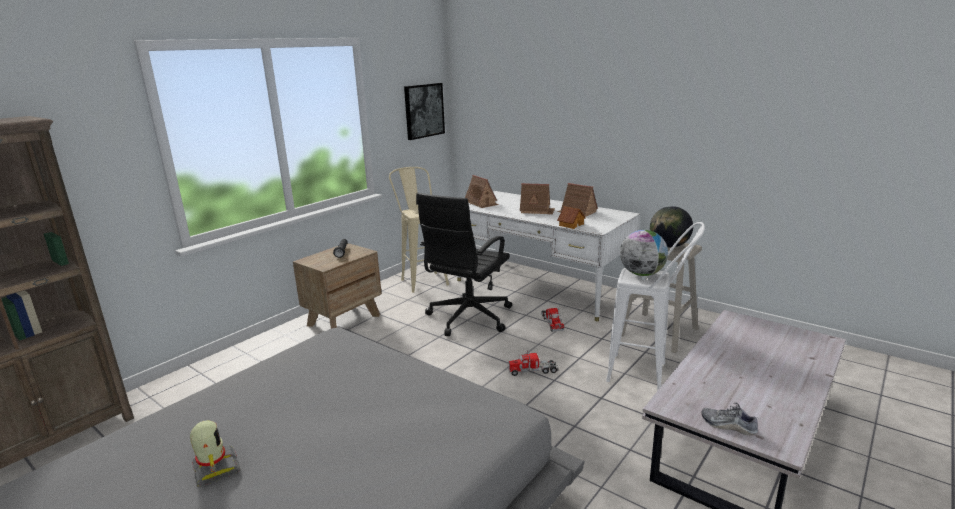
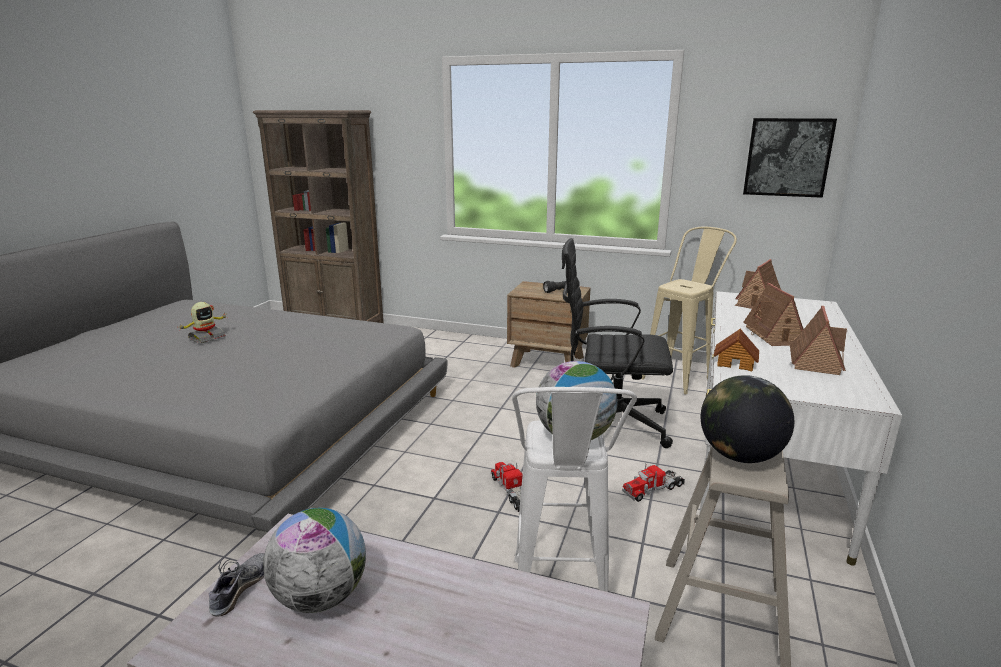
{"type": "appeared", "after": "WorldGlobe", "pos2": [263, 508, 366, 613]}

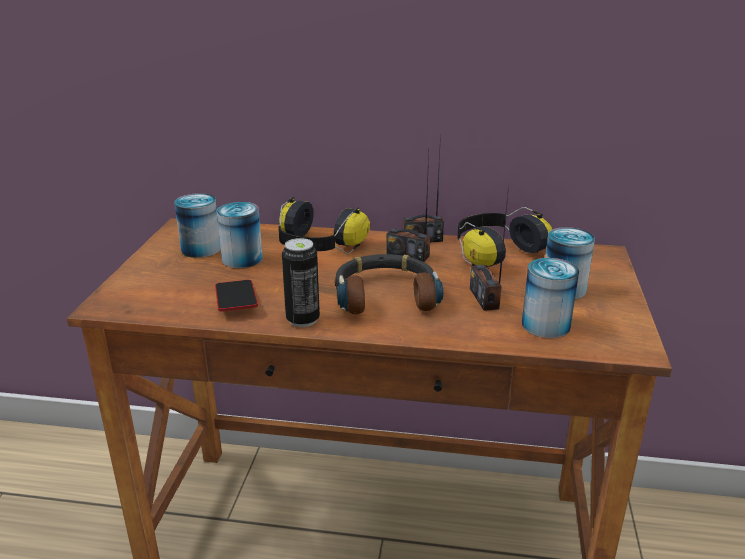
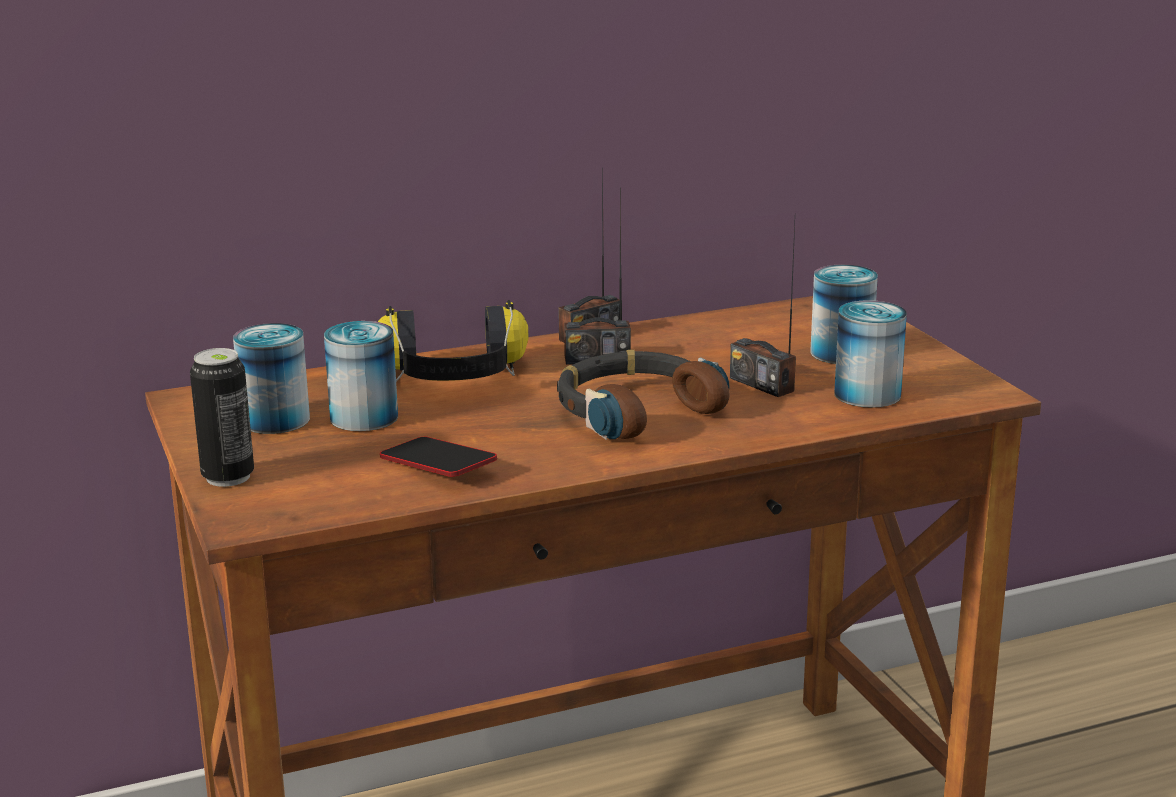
{"type": "missing", "before": "Headphones", "pos1": [457, 207, 552, 267]}
{"type": "relocated", "before": "Can", "pos1": [282, 238, 320, 327], "pos2": [190, 348, 254, 487]}

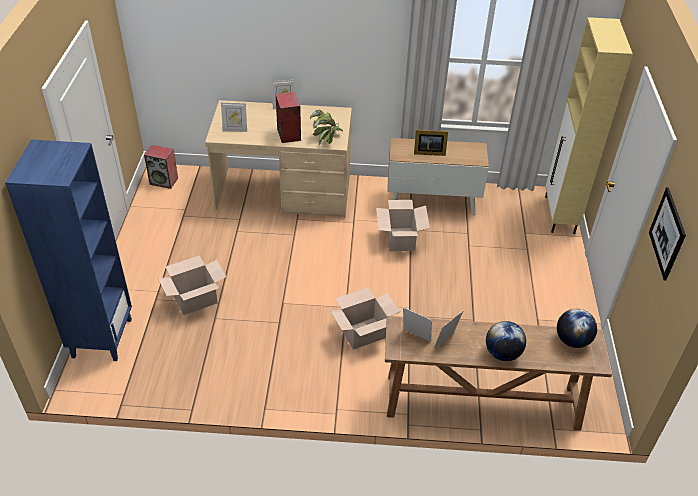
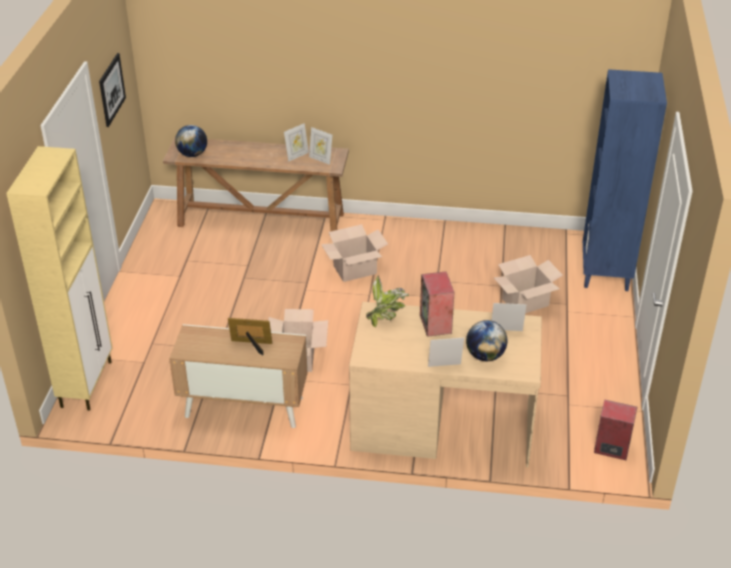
{"type": "relocated", "before": "WorldGlobe", "pos1": [486, 321, 526, 361], "pos2": [466, 320, 507, 361]}

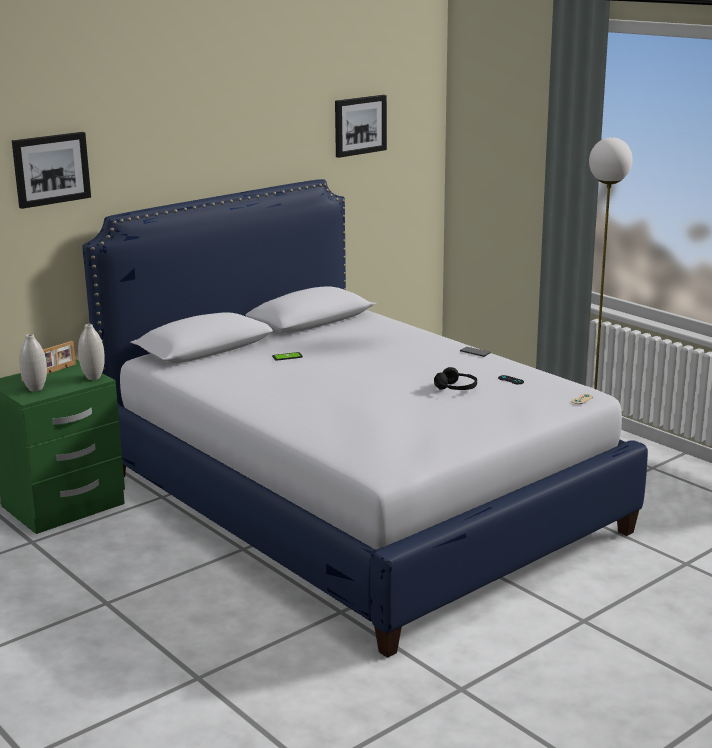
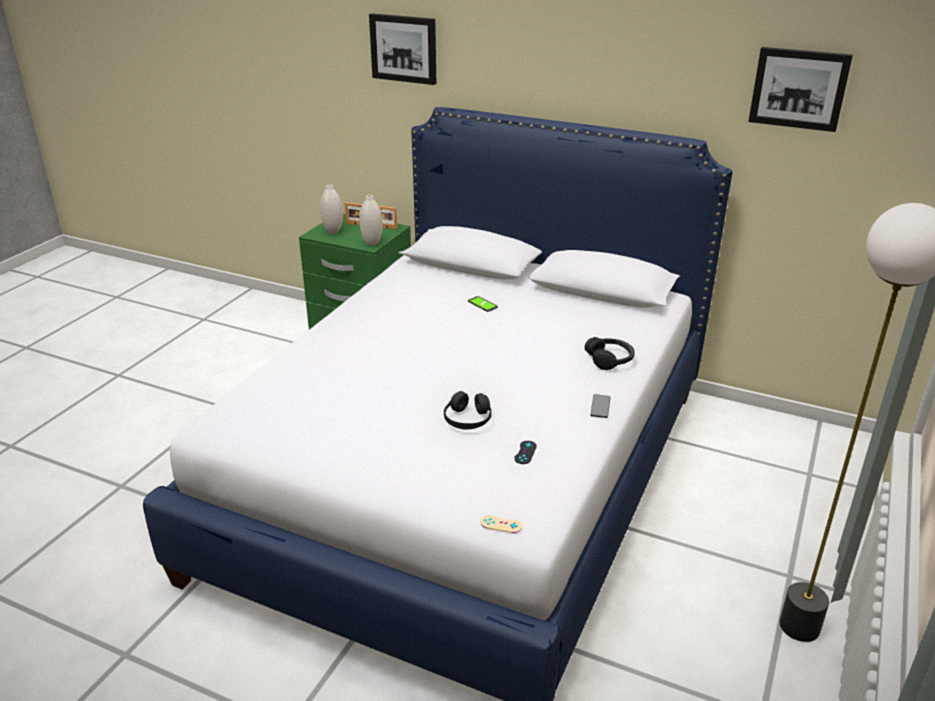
{"type": "appeared", "after": "BlackHeadphones", "pos2": [585, 337, 635, 370]}

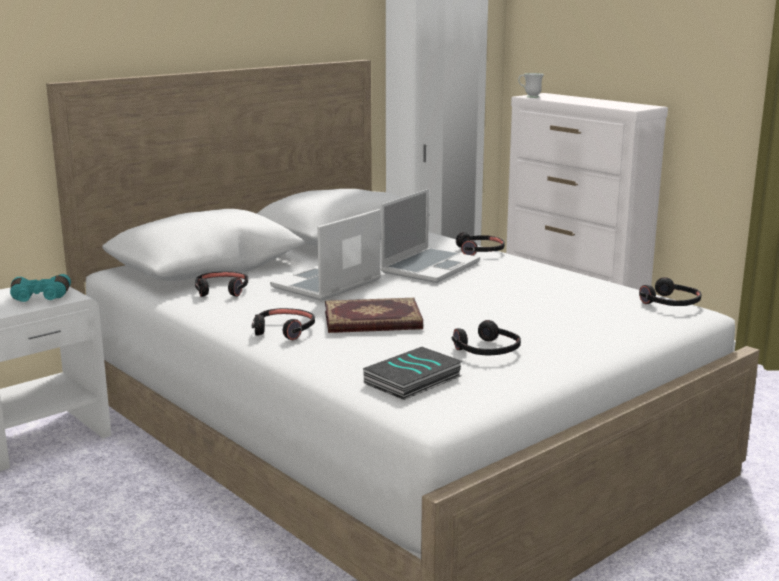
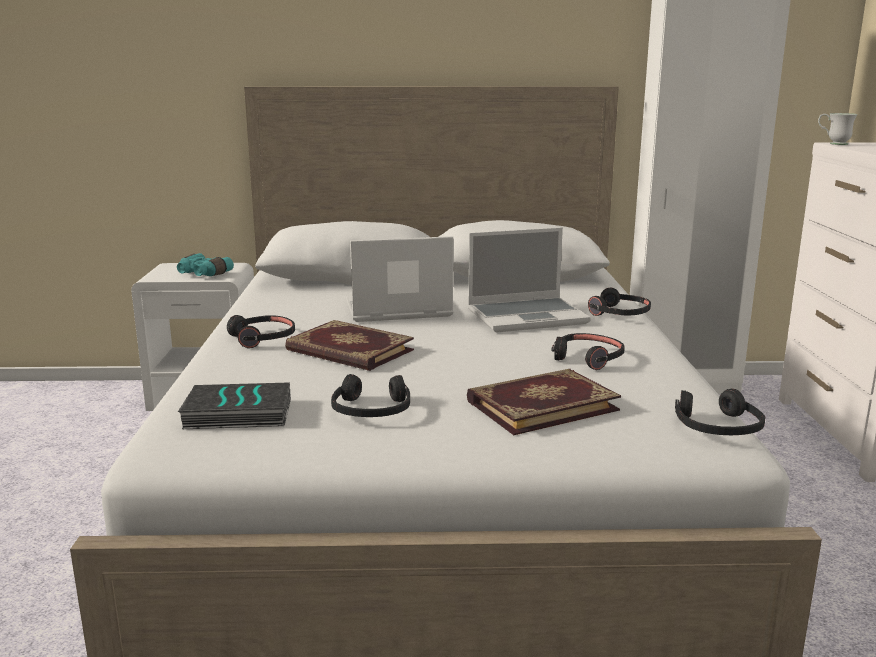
{"type": "relocated", "before": "BlackHeadphones", "pos1": [195, 272, 248, 297], "pos2": [551, 333, 625, 370]}
{"type": "appeared", "after": "BoundBook", "pos2": [467, 369, 621, 435]}

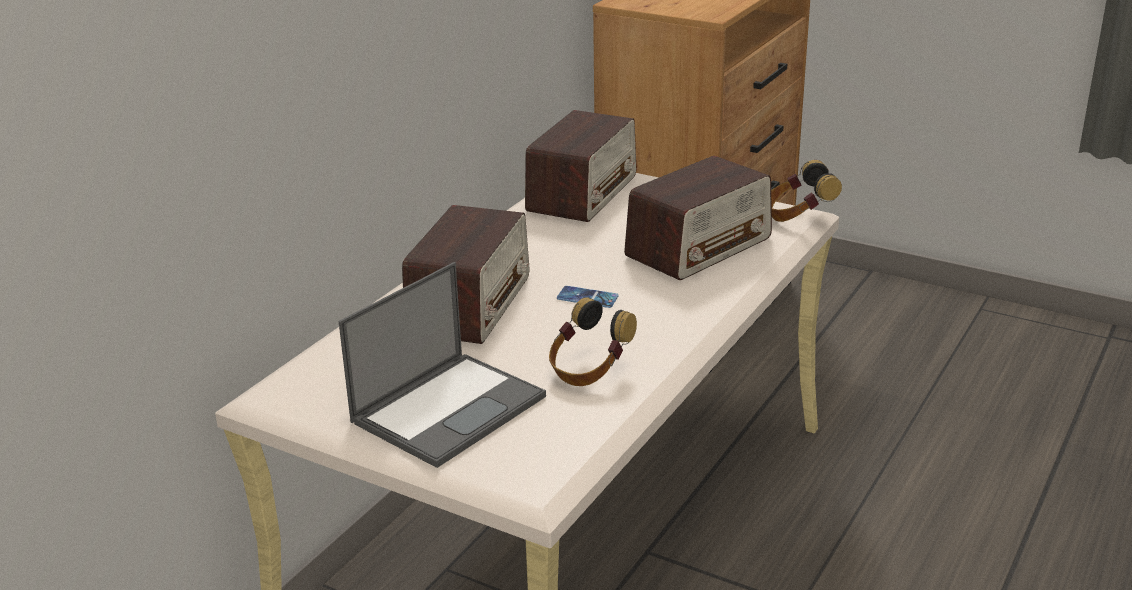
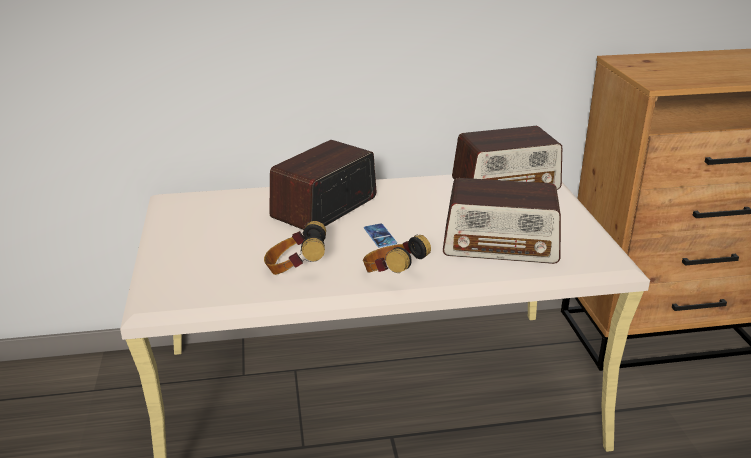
{"type": "relocated", "before": "Headphones", "pos1": [771, 160, 842, 222], "pos2": [363, 234, 431, 273]}
{"type": "spun", "before": "Radio", "pos1": [402, 205, 530, 344], "pos2": [269, 140, 376, 230], "turn": 150}
{"type": "missing", "before": "PortableComputer", "pos1": [339, 262, 546, 468]}

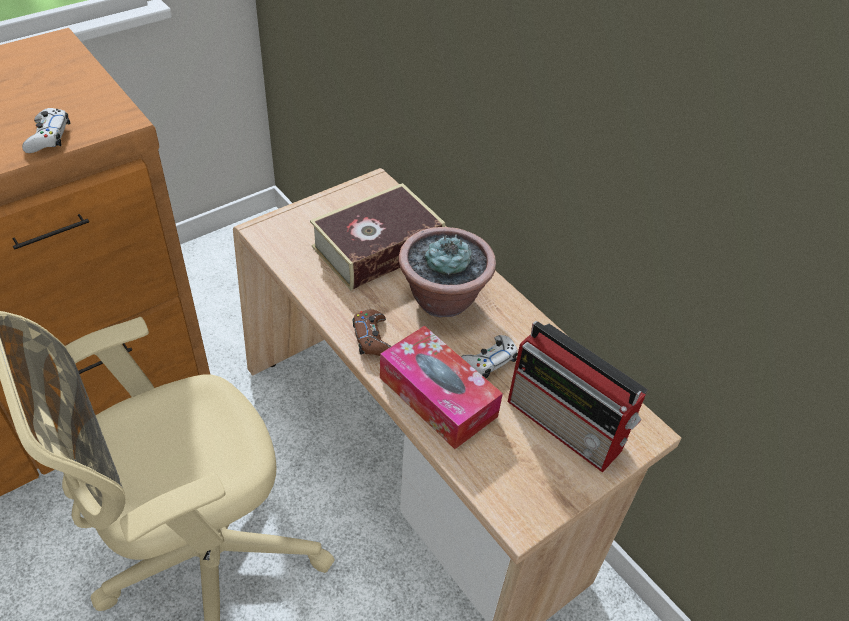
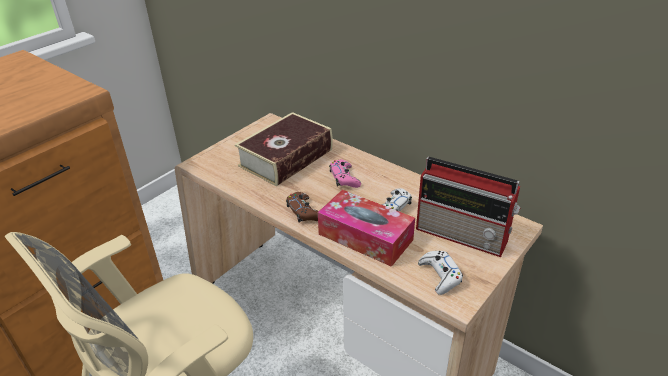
{"type": "relocated", "before": "WhiteGameController", "pos1": [22, 108, 70, 153], "pos2": [418, 251, 463, 295]}
{"type": "exchanged", "before": "PlantInAPot", "after": "PinkGameController", "pos1": [399, 227, 496, 318], "pos2": [329, 159, 361, 188]}

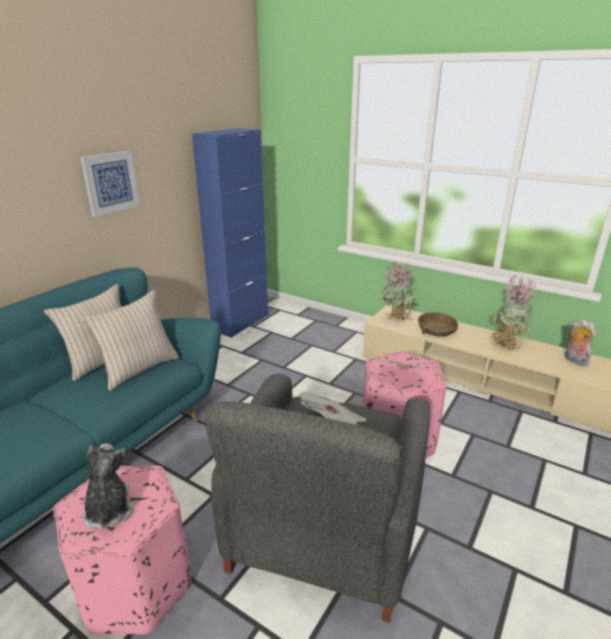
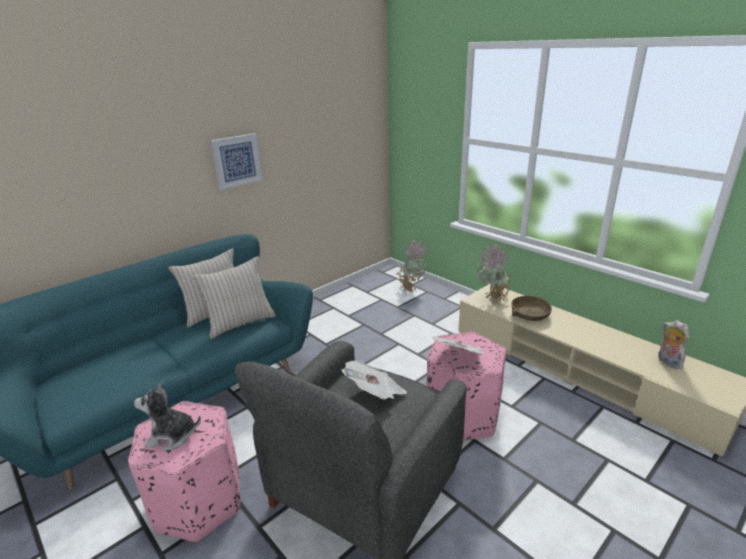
{"type": "missing", "before": "BluishStorageCabinet", "pos1": [192, 128, 268, 338]}
{"type": "relocated", "before": "PlantInAPot", "pos1": [490, 275, 538, 350], "pos2": [397, 239, 428, 292]}
{"type": "spun", "before": "CuddlyToy", "pos1": [83, 443, 135, 529], "pos2": [134, 381, 201, 451], "turn": -90}

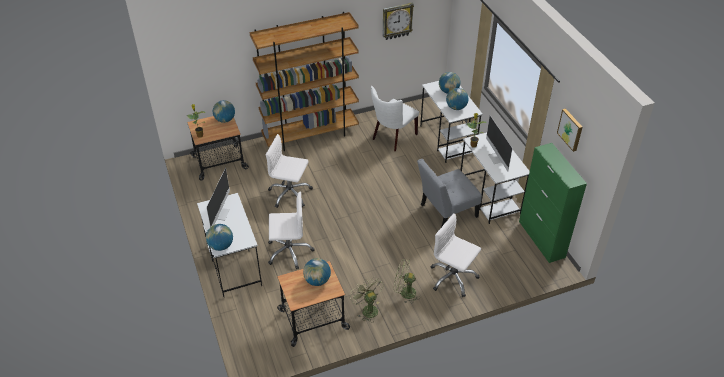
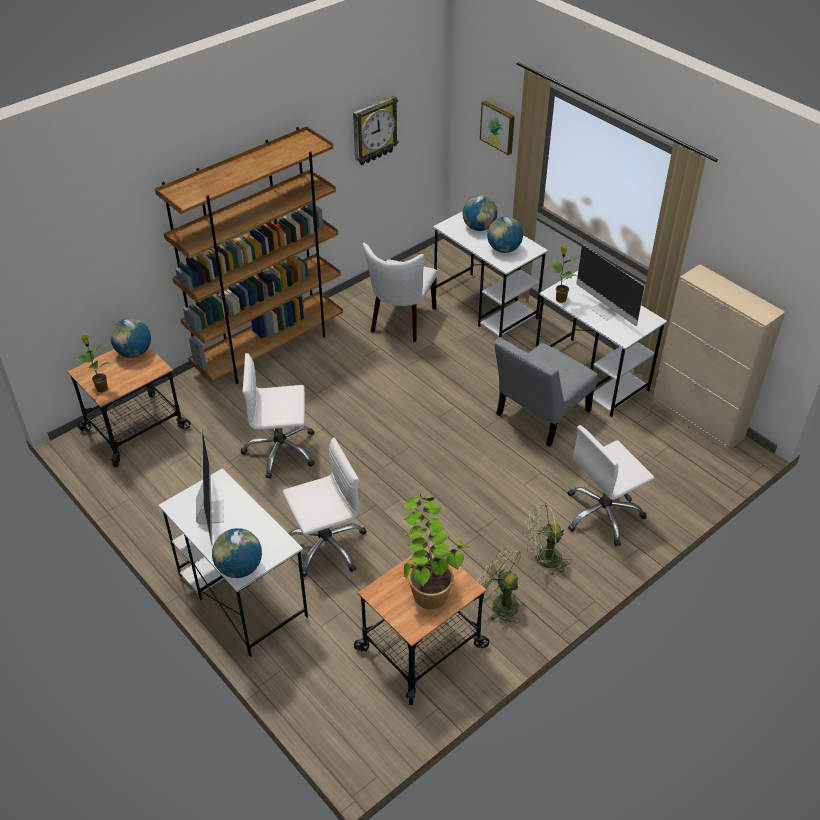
{"type": "relocated", "before": "WallArt", "pos1": [557, 109, 583, 152], "pos2": [480, 101, 515, 155]}
{"type": "colour", "before": "GreenishStorageCabinet", "after": "SandColouredStorageCabinet", "pos1": [519, 143, 587, 263], "pos2": [652, 264, 785, 452]}
{"type": "spun", "before": "WhiteComputerChair", "pos1": [431, 213, 481, 297], "pos2": [567, 425, 654, 546], "turn": -45}
{"type": "exchanged", "before": "WorldGlobe", "after": "PlantInAPot", "pos1": [303, 258, 331, 286], "pos2": [403, 495, 470, 609]}

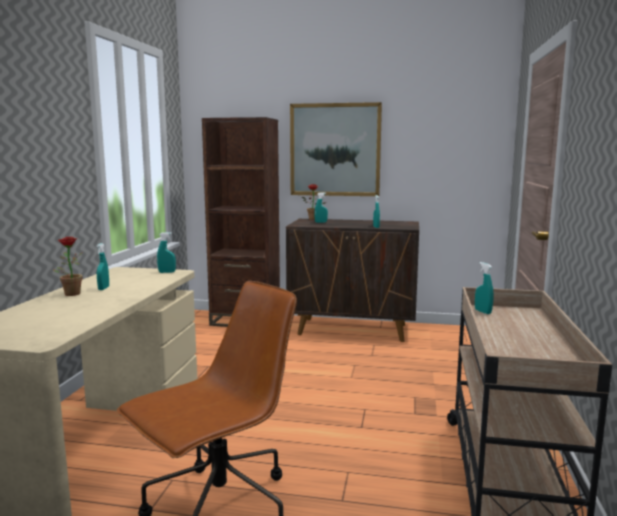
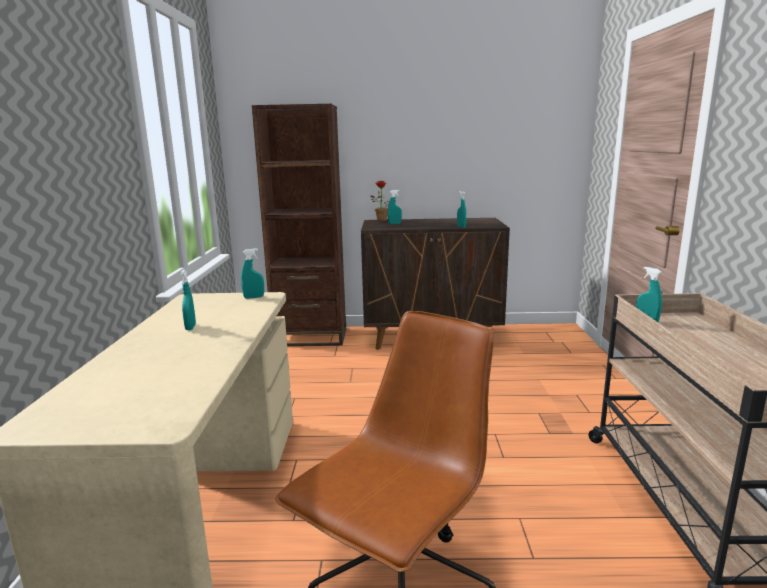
{"type": "missing", "before": "WallArt", "pos1": [290, 102, 382, 196]}
{"type": "missing", "before": "PlantInAPot", "pos1": [53, 237, 83, 296]}

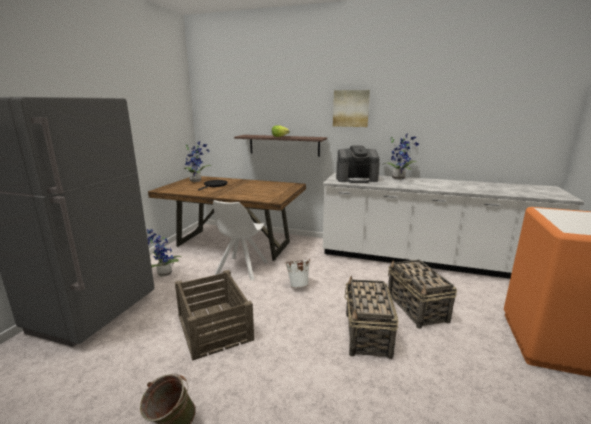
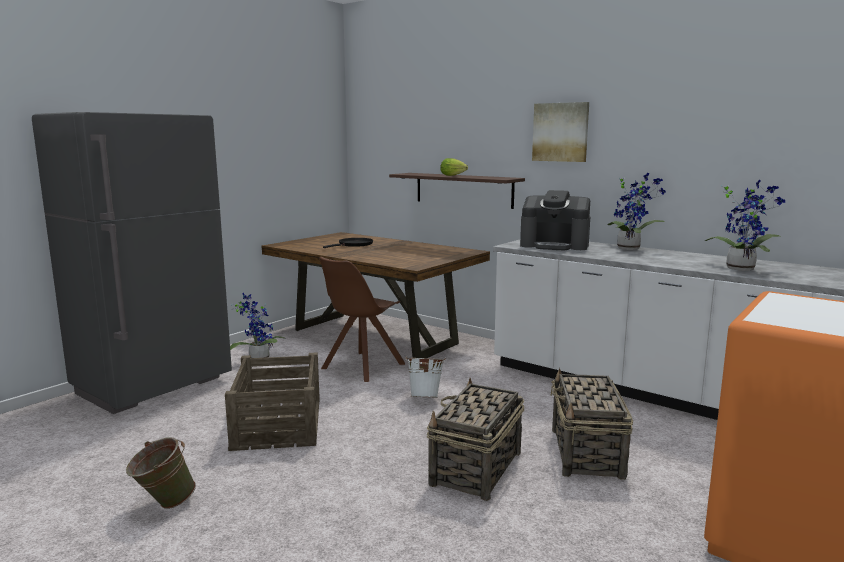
{"type": "relocated", "before": "PlantInAPot", "pos1": [184, 141, 212, 182], "pos2": [705, 179, 785, 271]}
{"type": "colour", "before": "WhiteChair", "after": "BrownColouredChair", "pos1": [213, 200, 268, 281], "pos2": [320, 257, 405, 382]}

